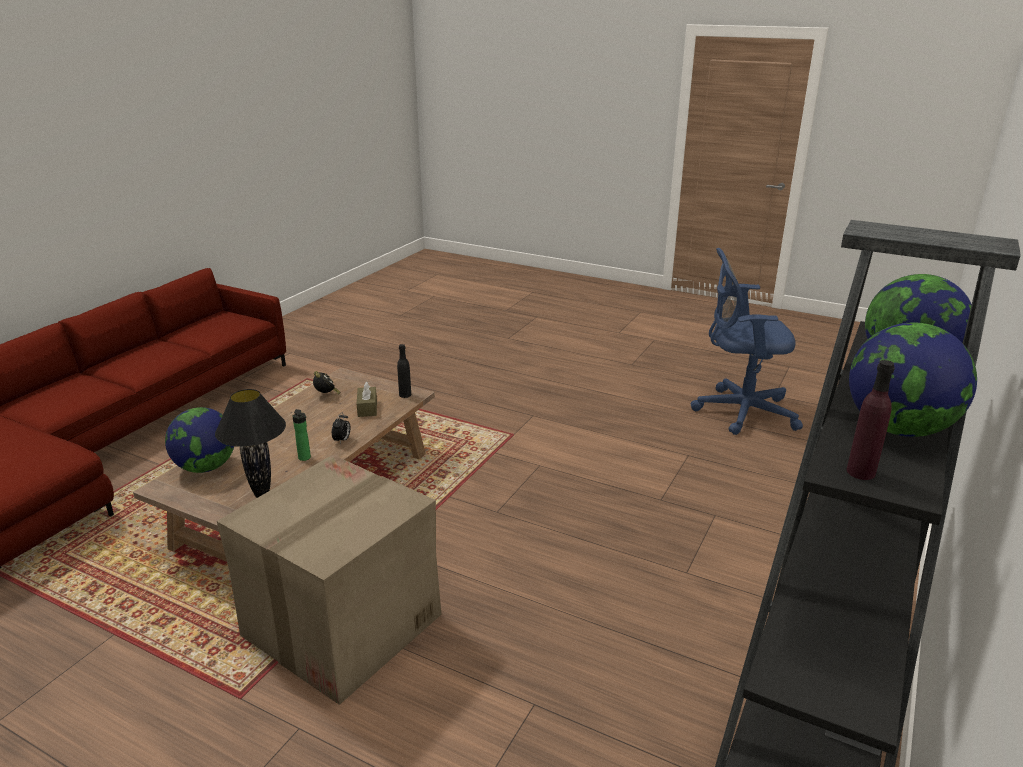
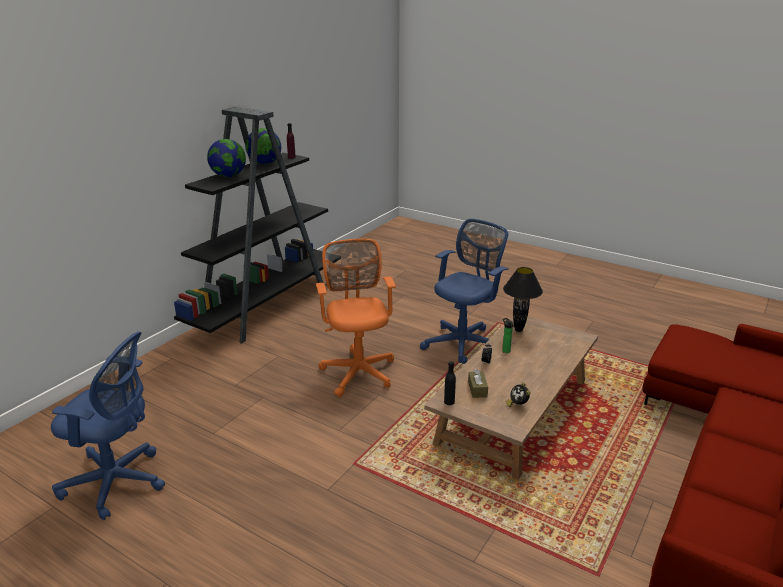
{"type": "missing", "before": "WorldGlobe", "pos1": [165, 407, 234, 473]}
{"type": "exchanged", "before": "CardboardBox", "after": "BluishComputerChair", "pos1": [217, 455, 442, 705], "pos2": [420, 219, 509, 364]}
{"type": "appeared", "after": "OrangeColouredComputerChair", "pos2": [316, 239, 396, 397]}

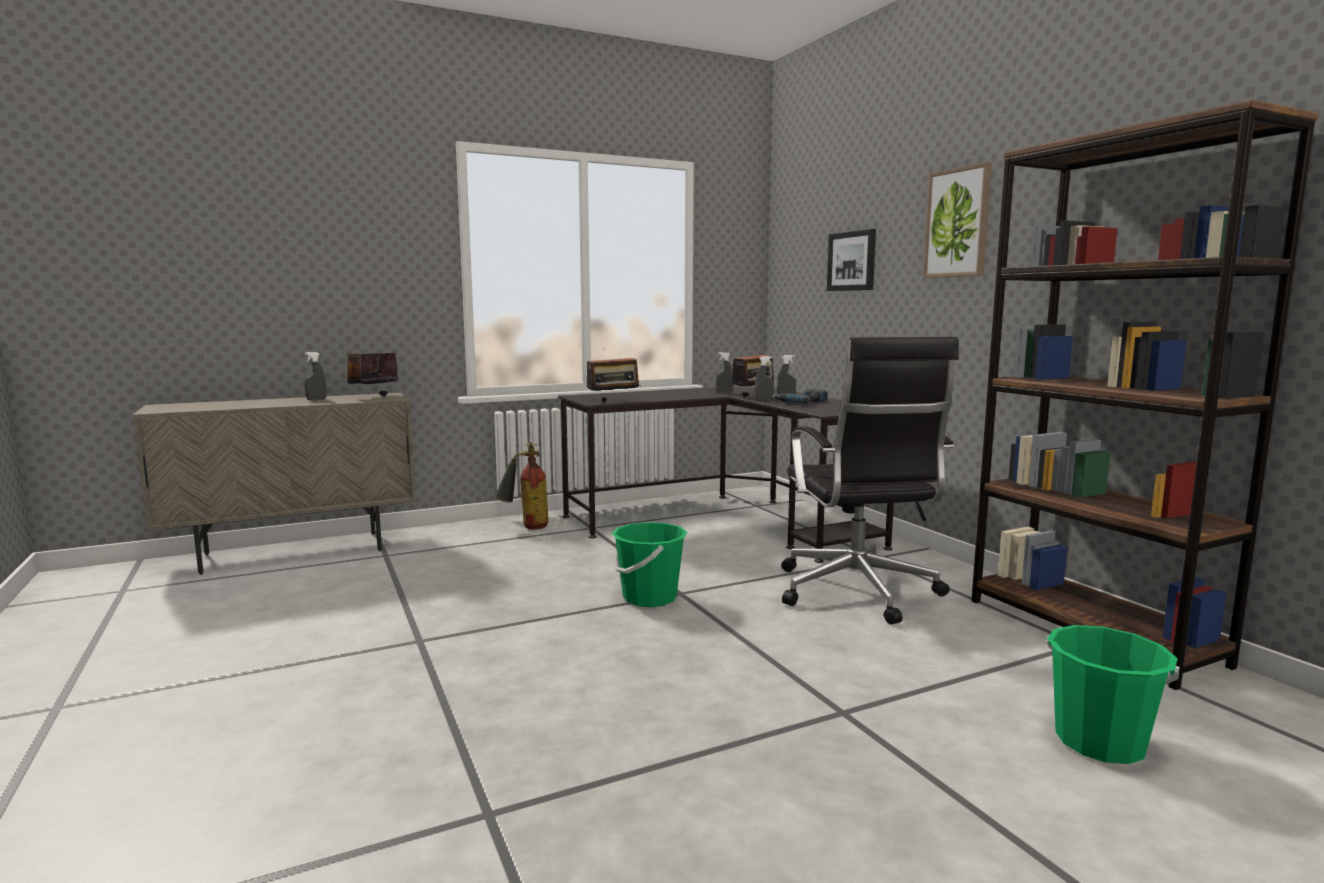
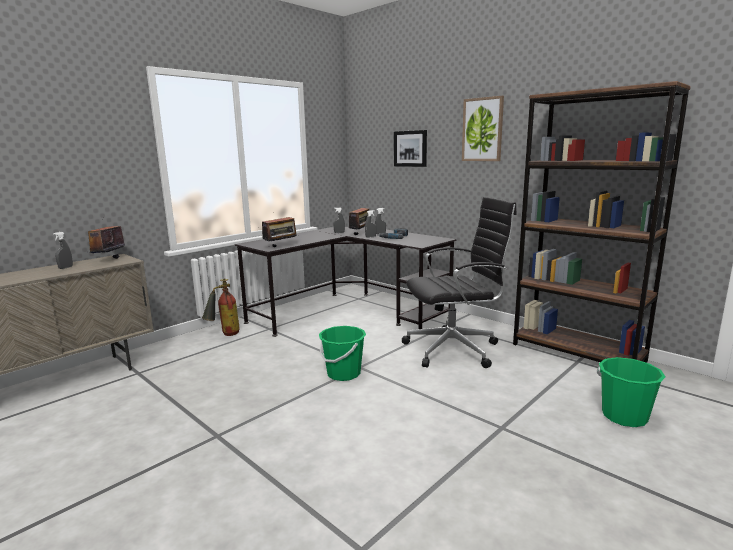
{"type": "spun", "before": "BlackComputerChair", "pos1": [781, 337, 959, 625], "pos2": [402, 197, 517, 368], "turn": -75}

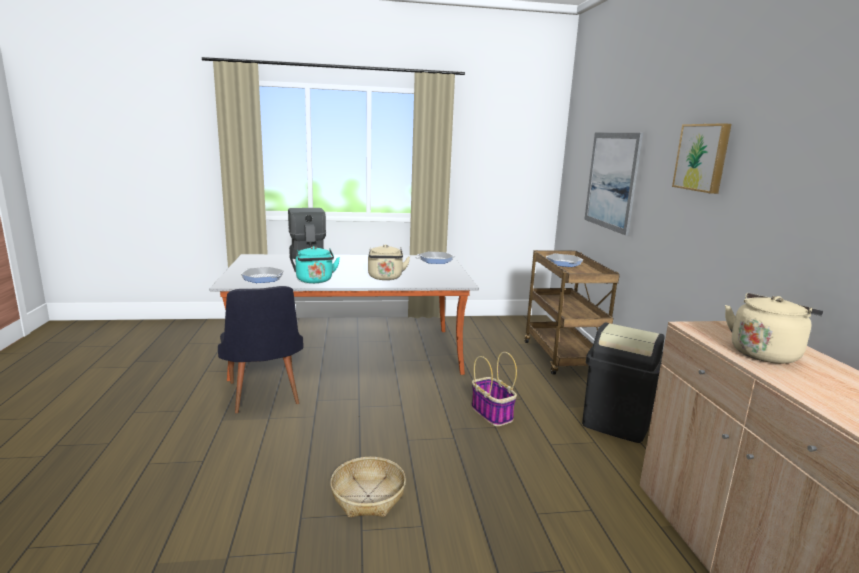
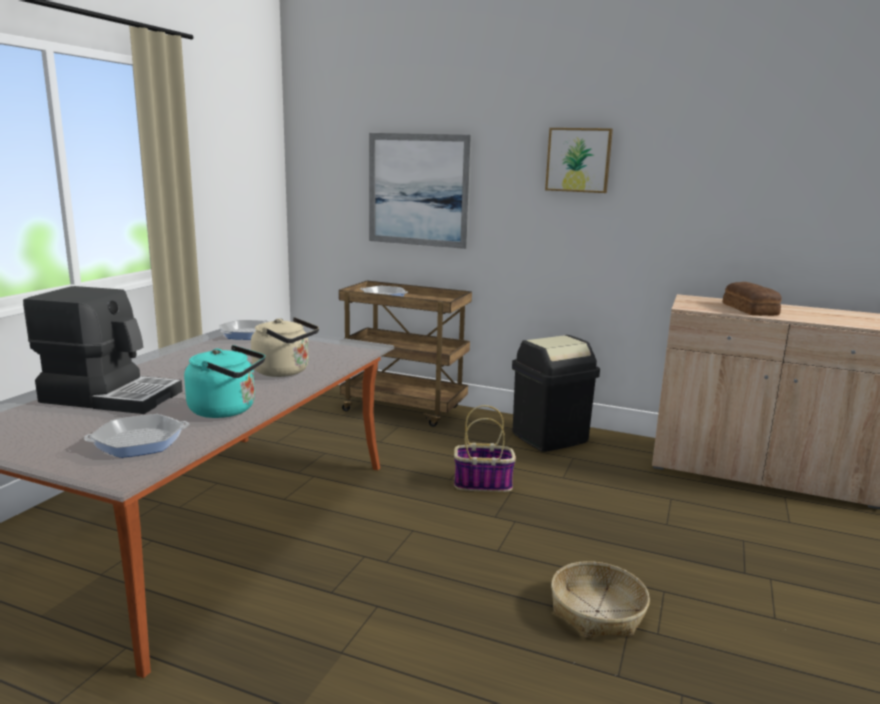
{"type": "missing", "before": "BlackChair", "pos1": [218, 286, 303, 413]}
{"type": "exchanged", "before": "SandColouredKettle", "after": "BakeryBread", "pos1": [725, 293, 823, 364], "pos2": [722, 282, 782, 316]}

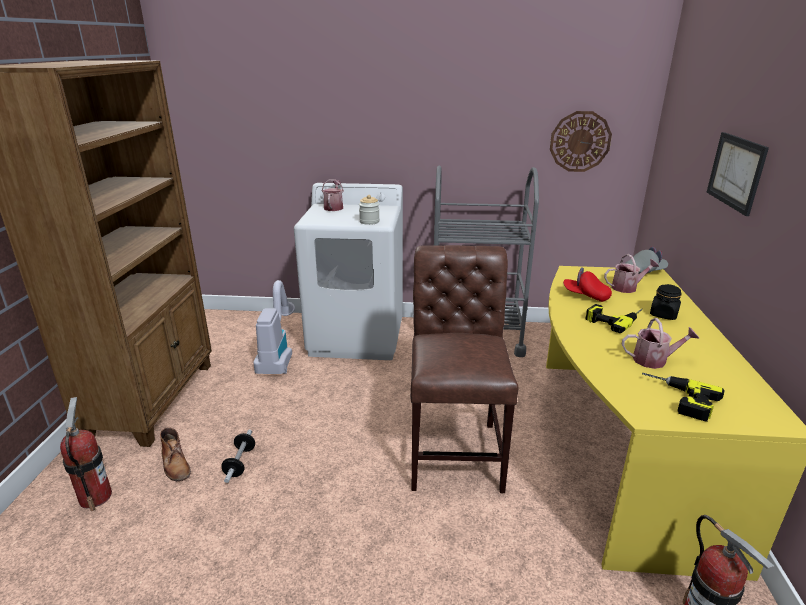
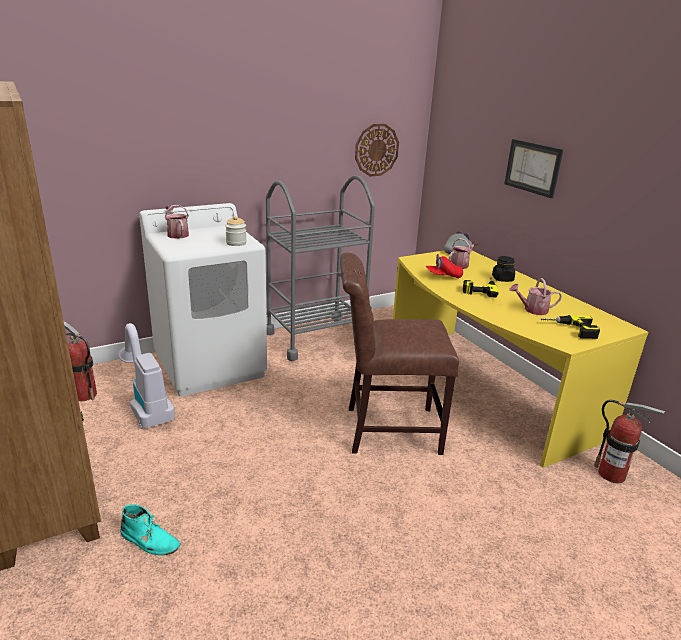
{"type": "spun", "before": "BrownColouredChair", "pos1": [410, 245, 519, 493], "pos2": [340, 253, 459, 455], "turn": -60}
{"type": "spun", "before": "SprinklingCan", "pos1": [622, 318, 700, 369], "pos2": [509, 278, 562, 315], "turn": -150}
{"type": "relocated", "before": "Extinguisher", "pos1": [60, 397, 112, 511], "pos2": [64, 321, 97, 401]}
{"type": "colour", "before": "BrownColouredBoot", "after": "BlueGreenBoot", "pos1": [160, 427, 191, 481], "pos2": [120, 504, 180, 555]}
{"type": "missing", "before": "FreeWeight", "pos1": [222, 430, 255, 483]}

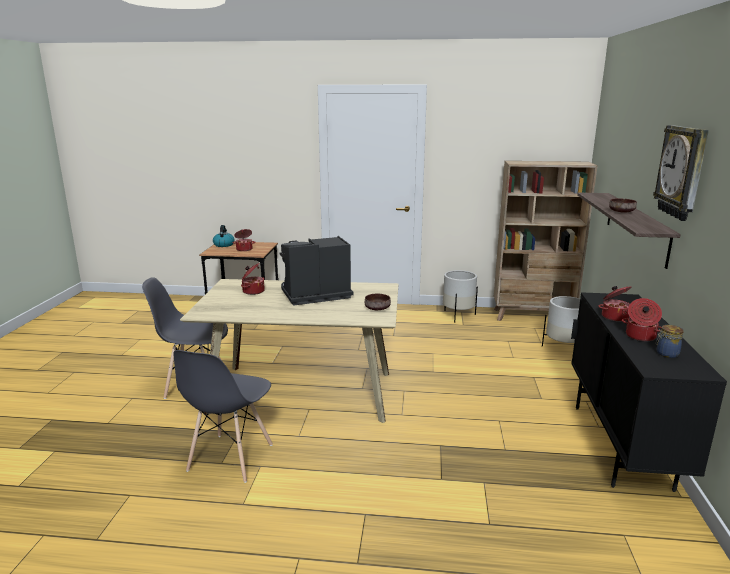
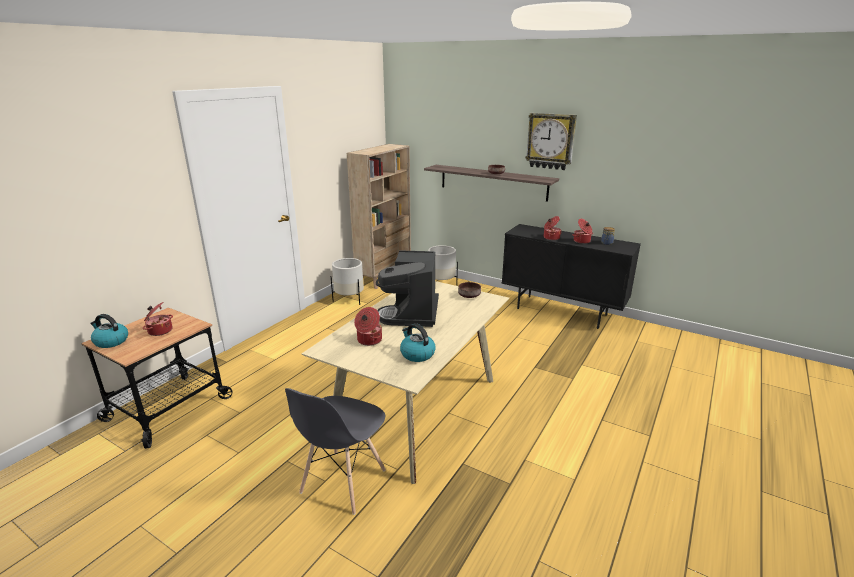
{"type": "missing", "before": "GrayChair", "pos1": [173, 350, 273, 483]}
{"type": "appeared", "after": "Kettle", "pos2": [400, 323, 436, 362]}

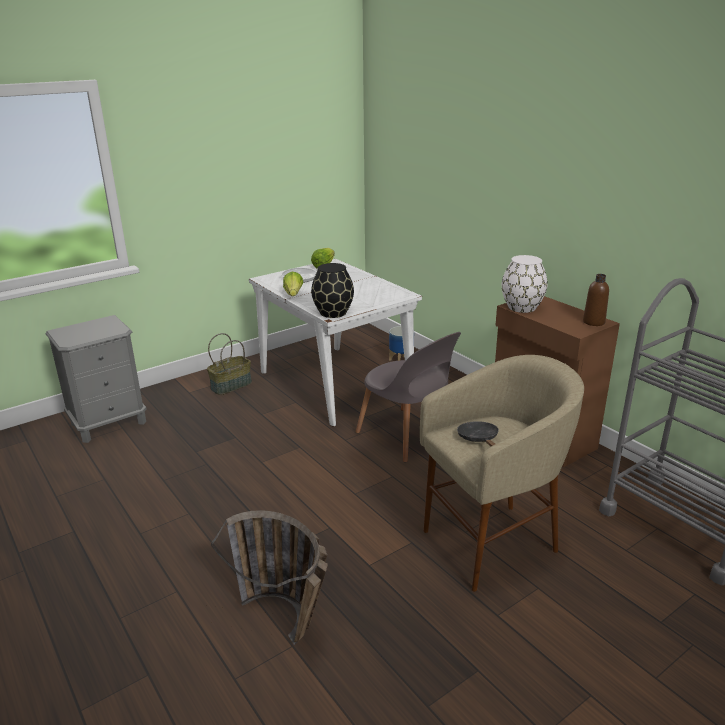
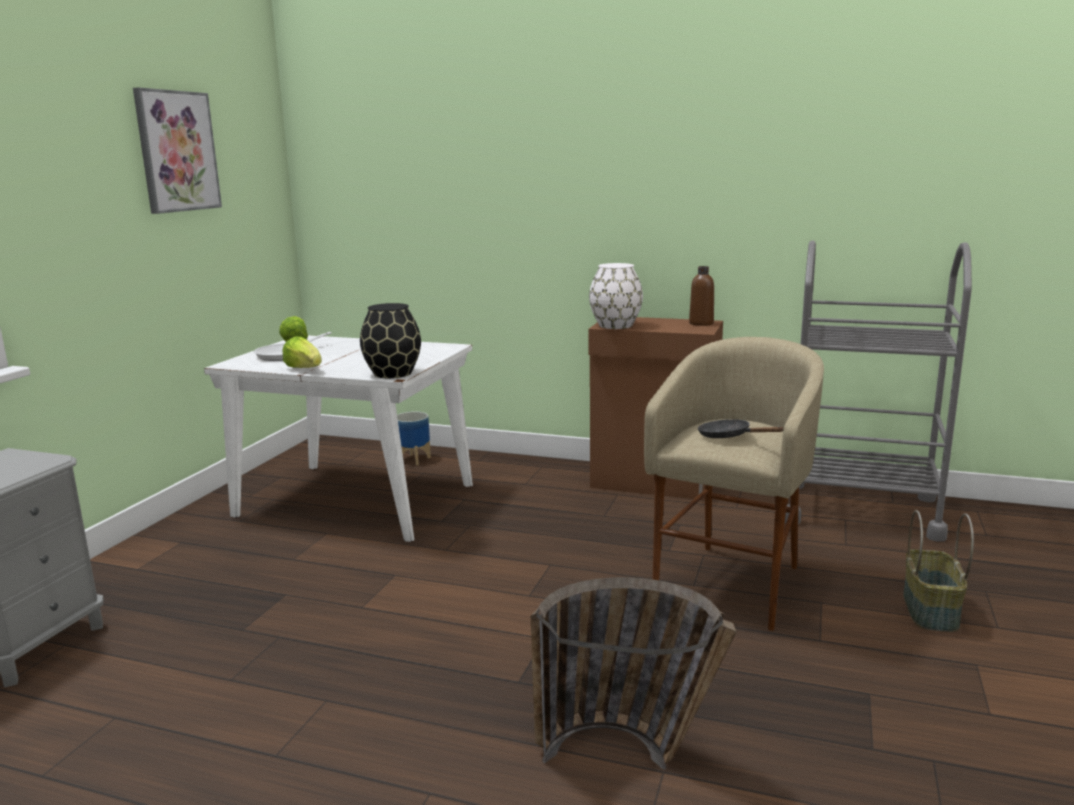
{"type": "missing", "before": "GrayChair", "pos1": [356, 332, 461, 462]}
{"type": "relocated", "before": "HouseholdBasket", "pos1": [207, 333, 252, 395], "pos2": [903, 510, 974, 632]}
{"type": "appeared", "after": "WallArt", "pos2": [133, 87, 222, 214]}

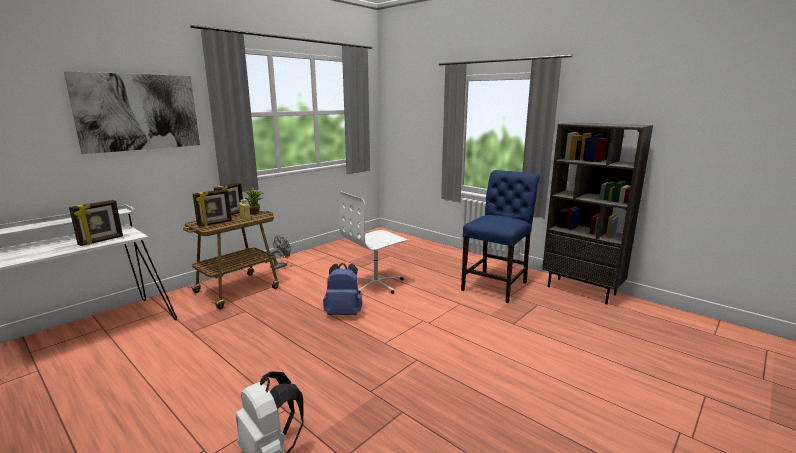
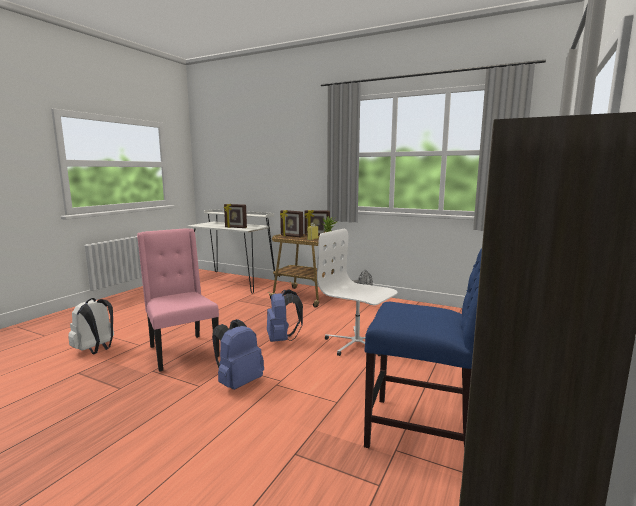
{"type": "missing", "before": "WallArt", "pos1": [64, 71, 200, 154]}
{"type": "appeared", "after": "PinkChair", "pos2": [137, 228, 219, 372]}
{"type": "appeared", "after": "BluishBackpack", "pos2": [212, 319, 264, 390]}

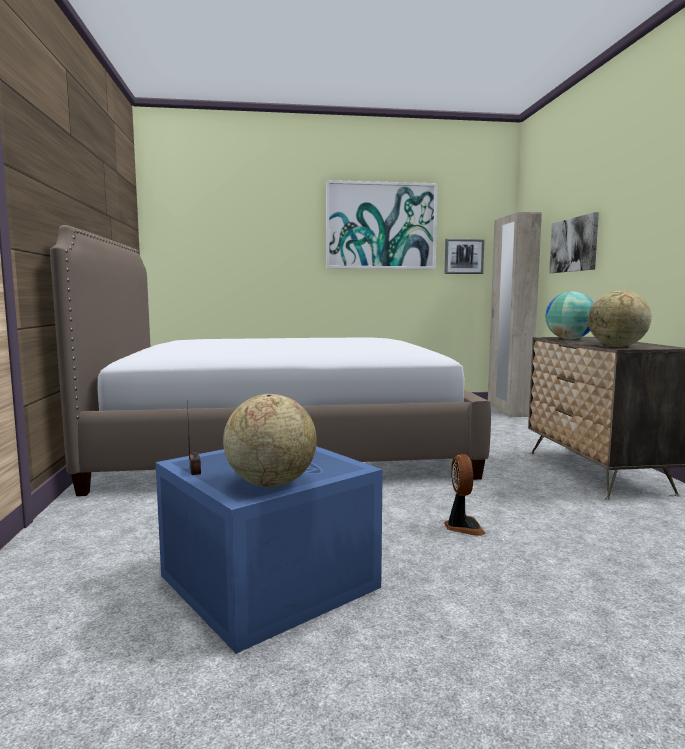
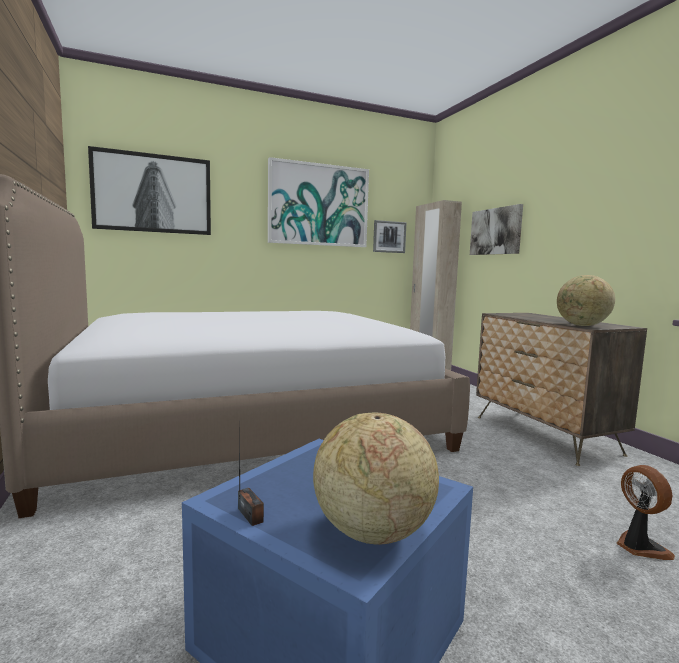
{"type": "missing", "before": "WorldGlobe", "pos1": [545, 291, 594, 339]}
{"type": "relocated", "before": "CoolingFan", "pos1": [444, 454, 486, 536], "pos2": [617, 465, 675, 560]}
{"type": "appeared", "after": "WallArt", "pos2": [88, 146, 211, 235]}

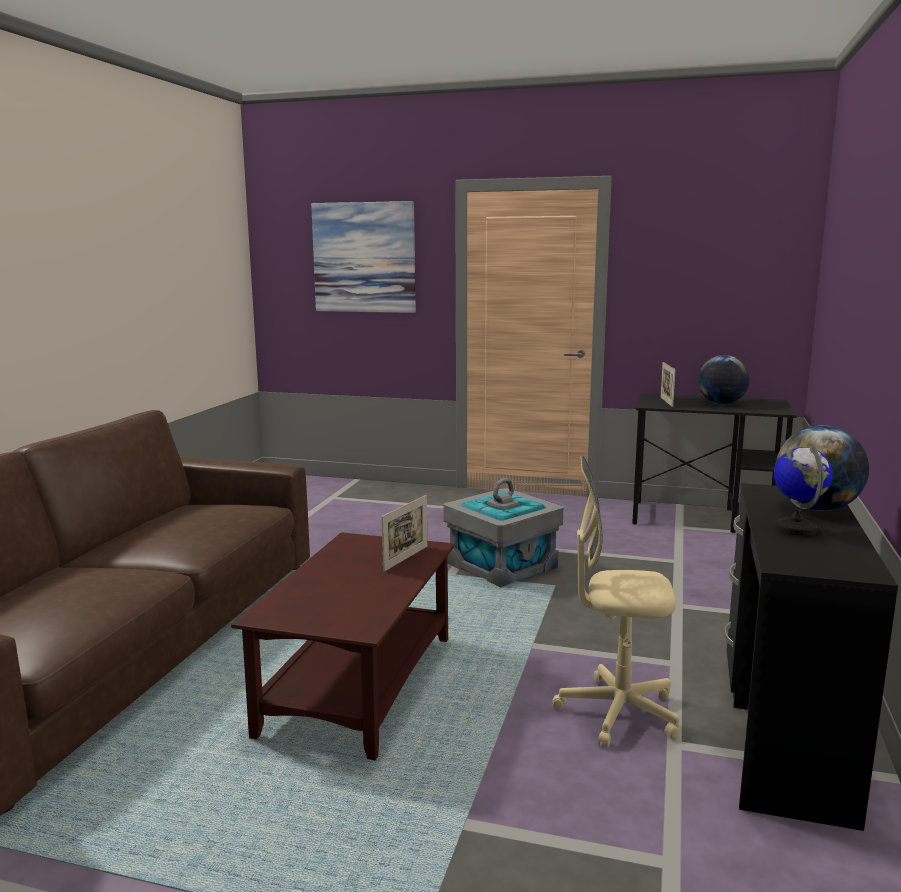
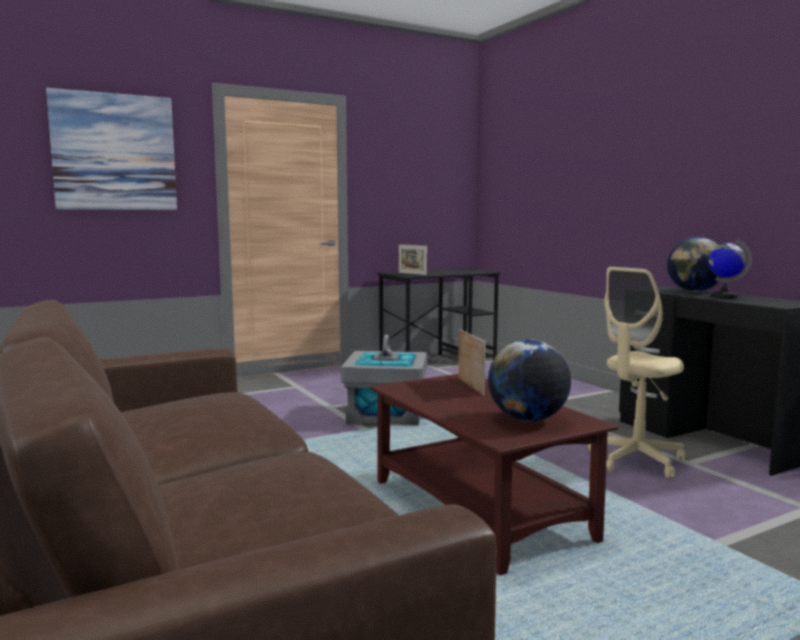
{"type": "relocated", "before": "WorldGlobe", "pos1": [698, 355, 750, 404], "pos2": [488, 339, 571, 421]}

